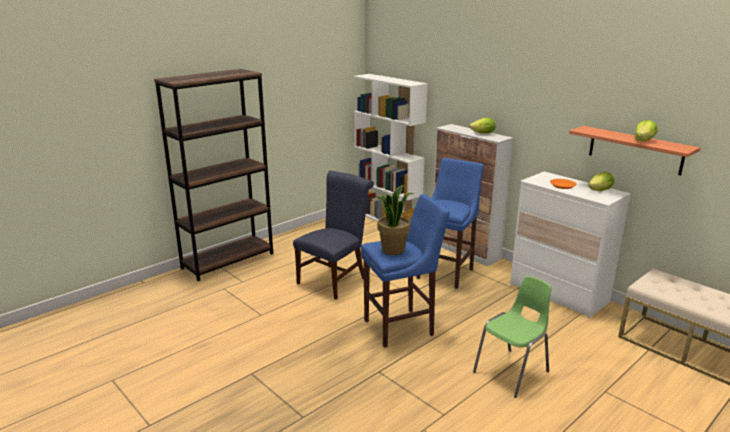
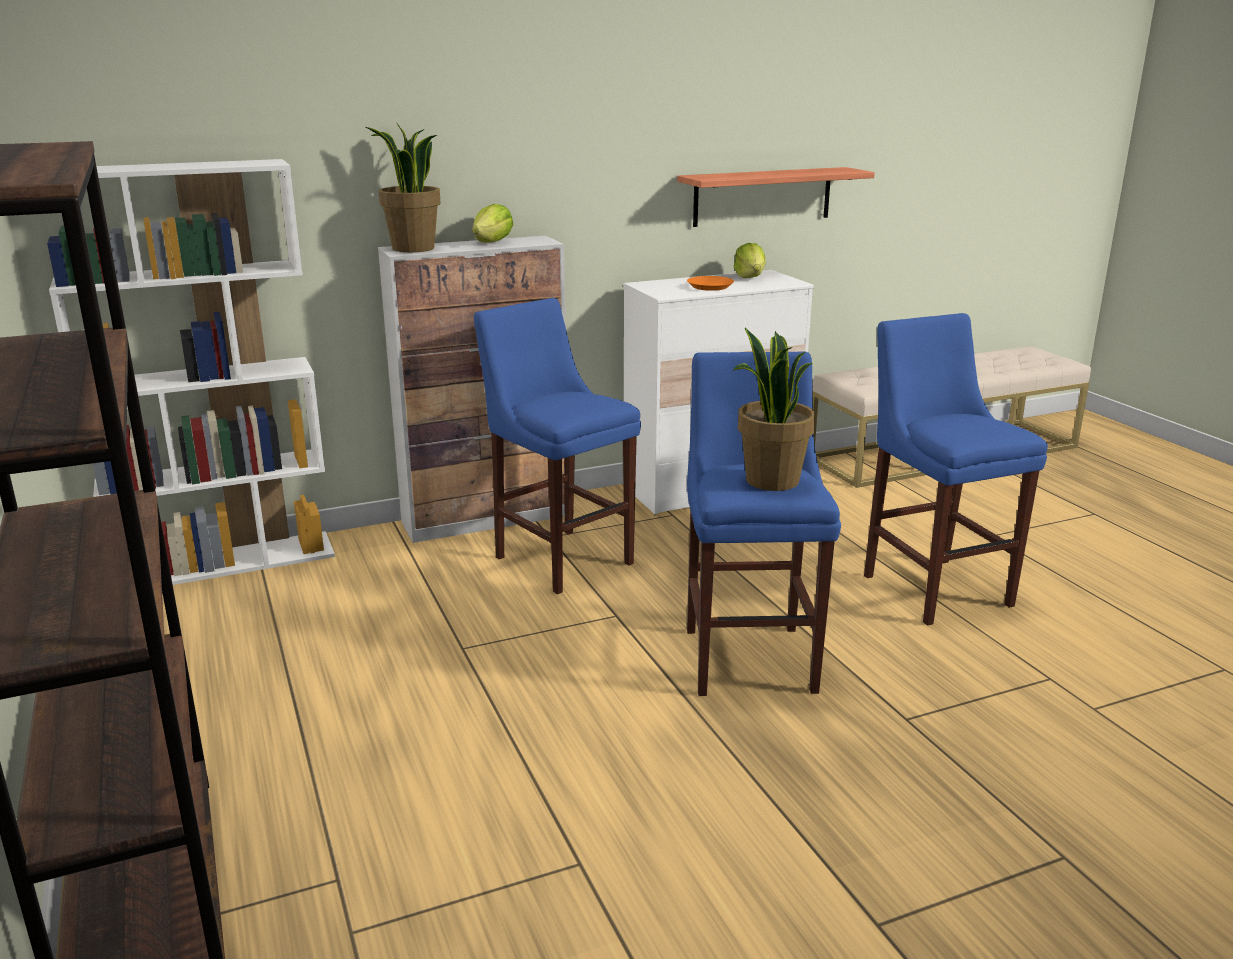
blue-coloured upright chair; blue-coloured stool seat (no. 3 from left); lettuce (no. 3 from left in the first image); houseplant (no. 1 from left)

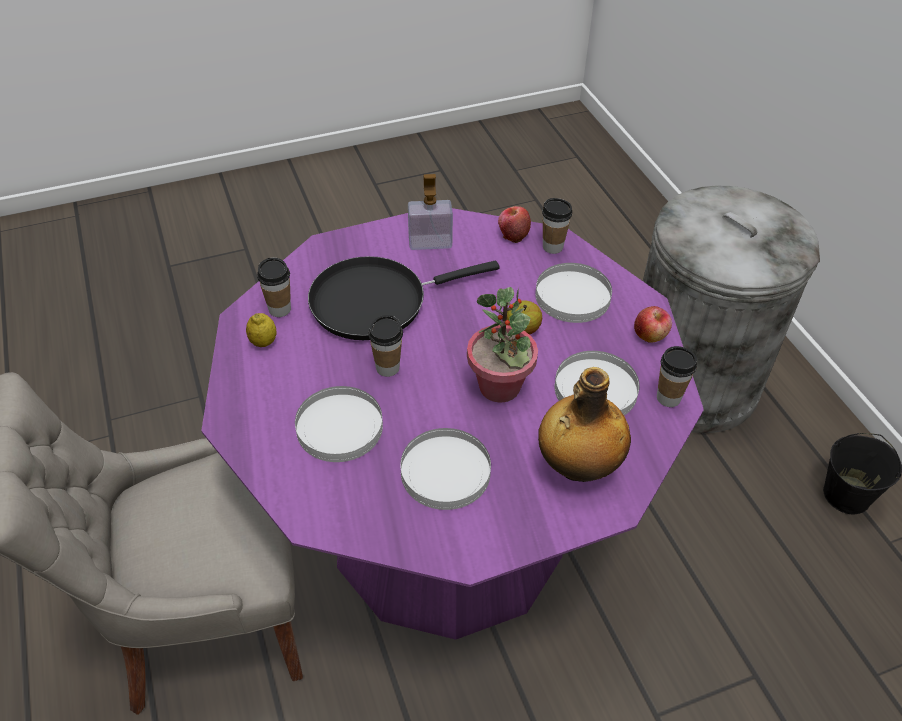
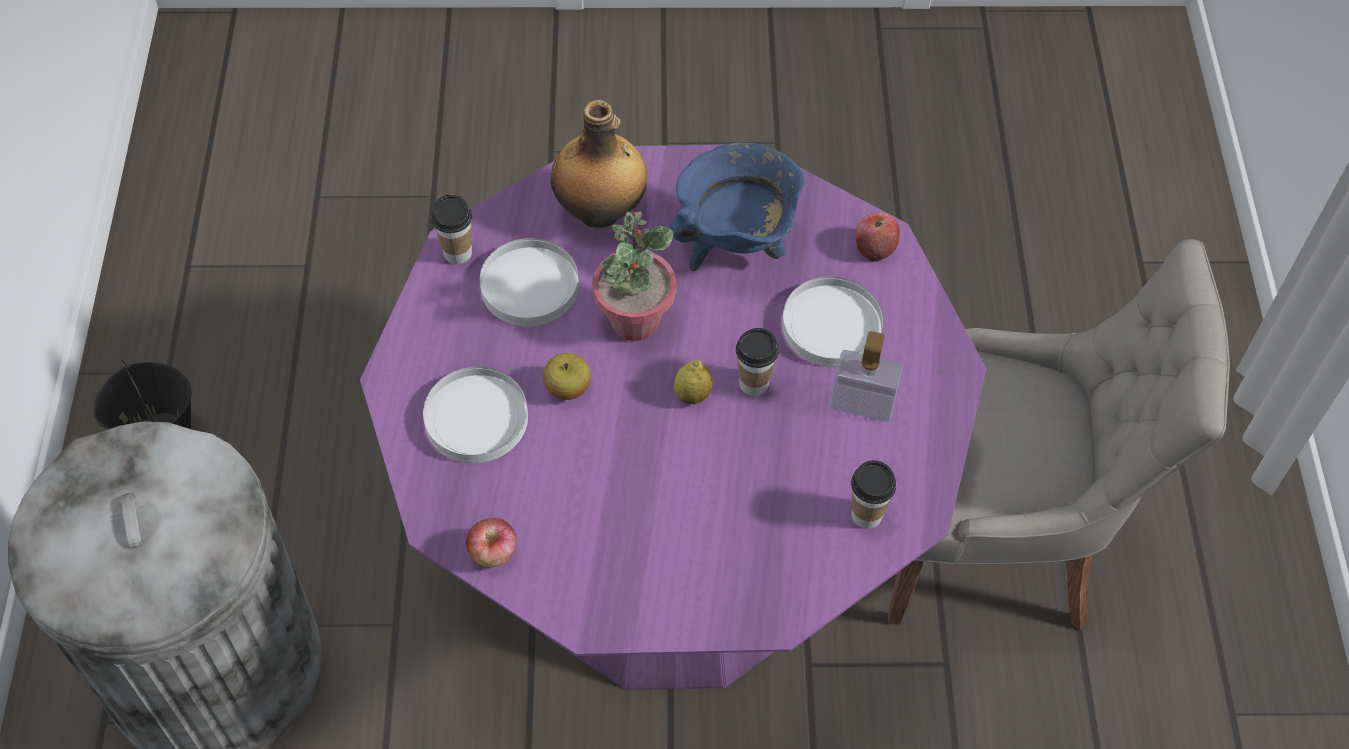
lemon; blackish frying pan; blue-coloured stockpot; liquid soap bottle; cup (no. 3 from left in the first image); whole apple (no. 3 from left)

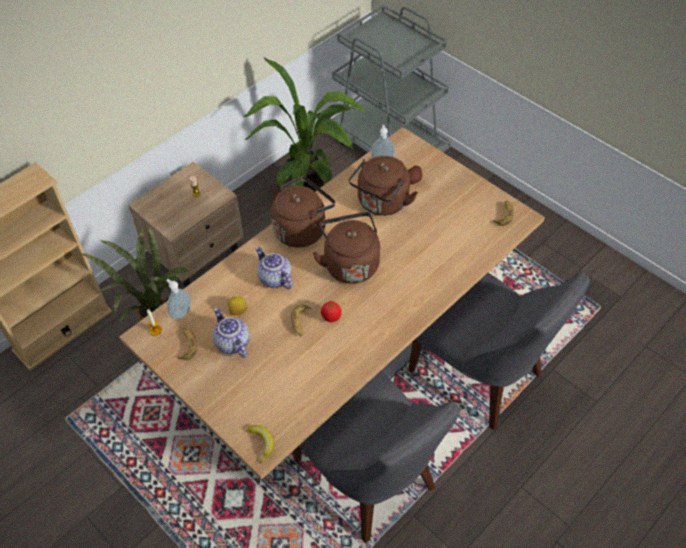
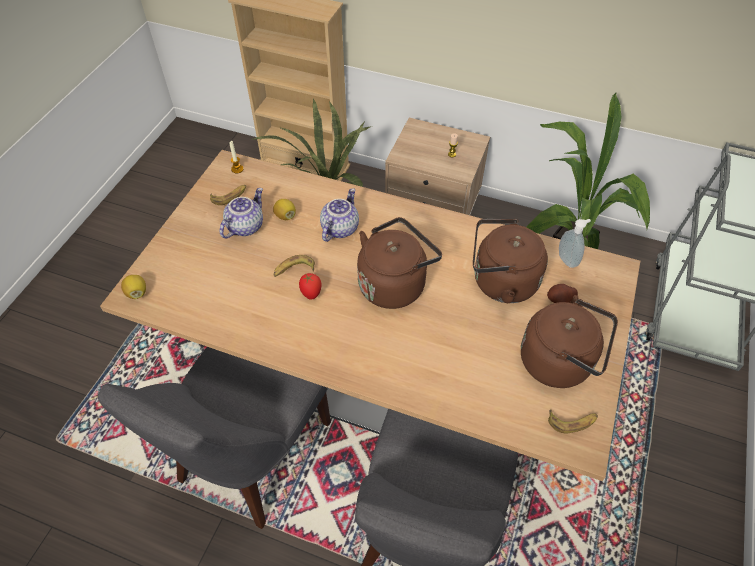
liquid soap bottle (no. 1 from left in the first image); lemon (no. 1 from left); brown kettle (no. 3 from left)

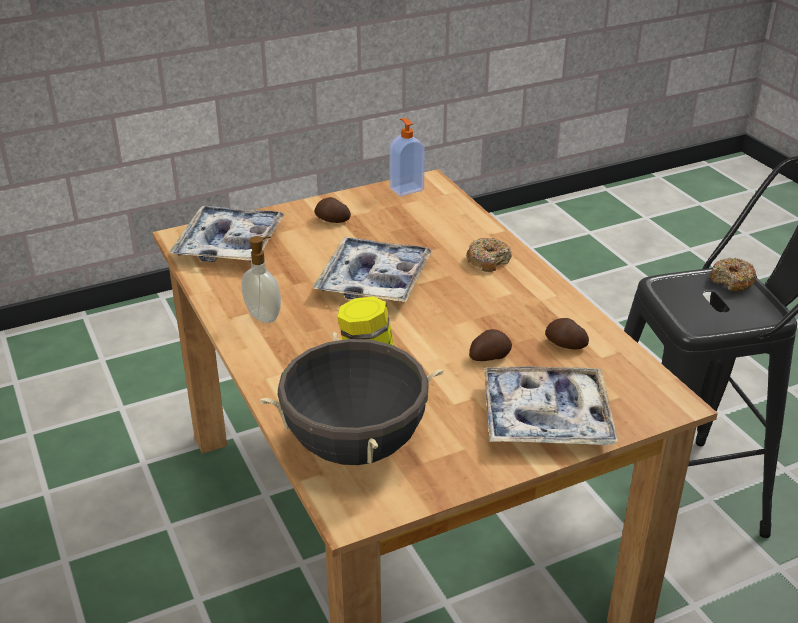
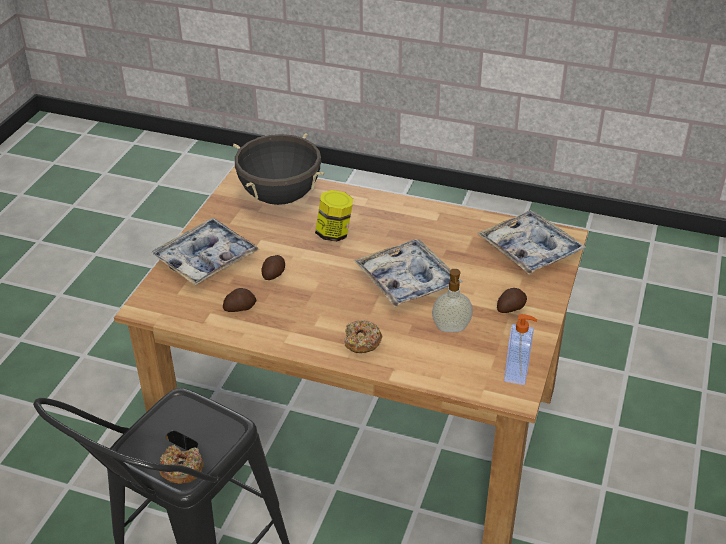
liquid soap bottle (no. 1 from left)

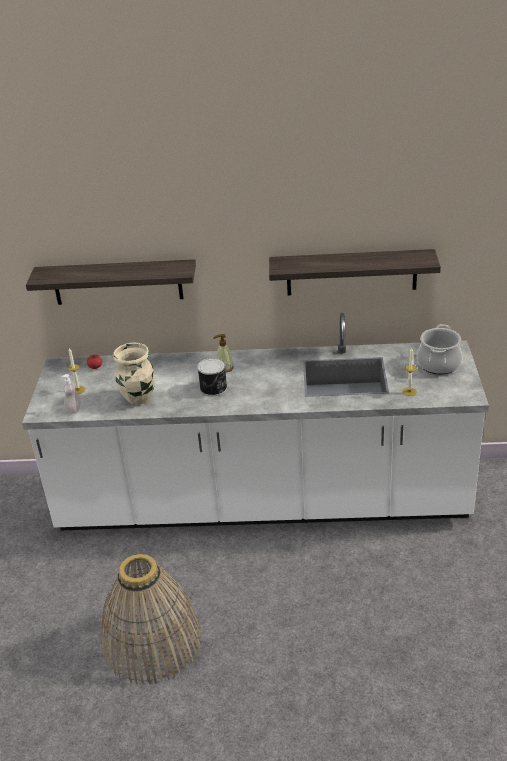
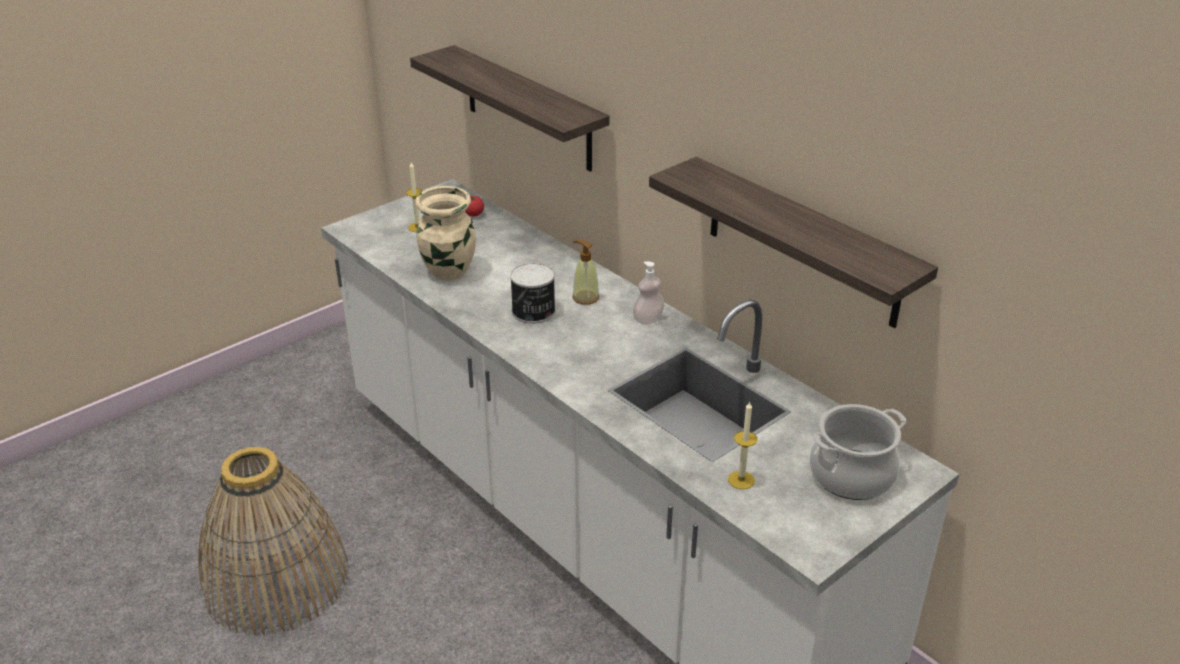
liquid soap bottle (no. 2 from left)

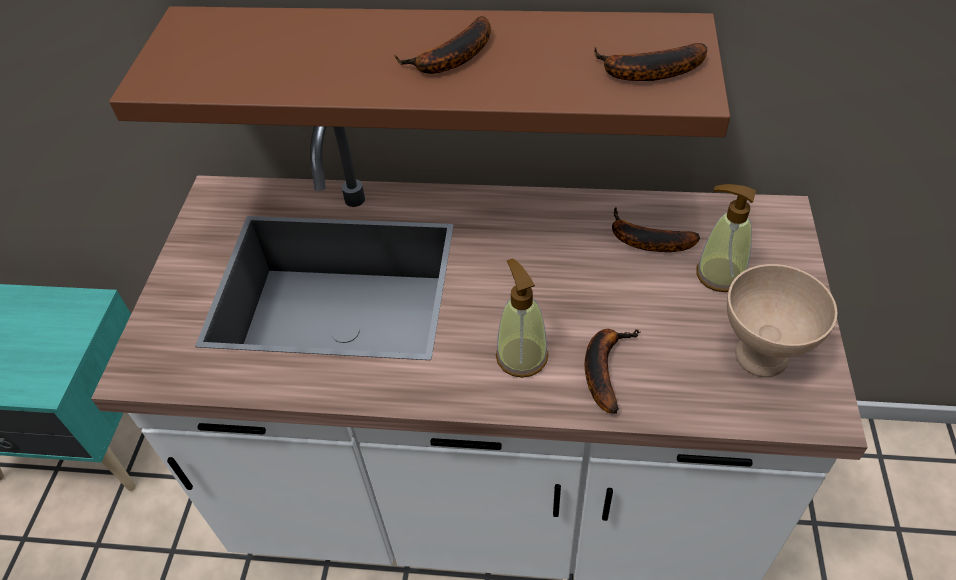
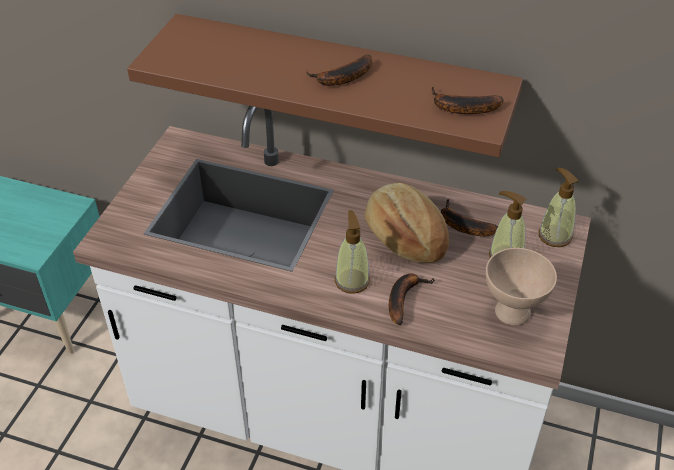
bread; liquid soap bottle (no. 3 from left)

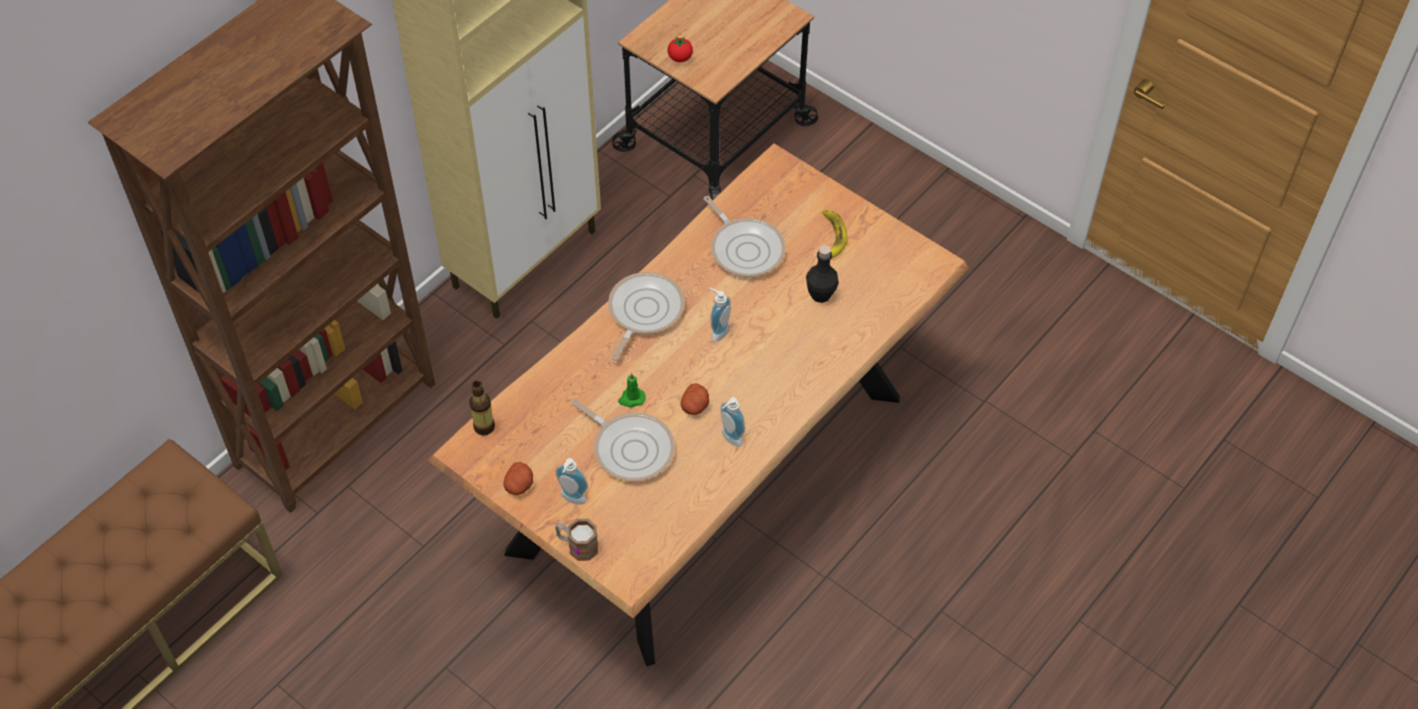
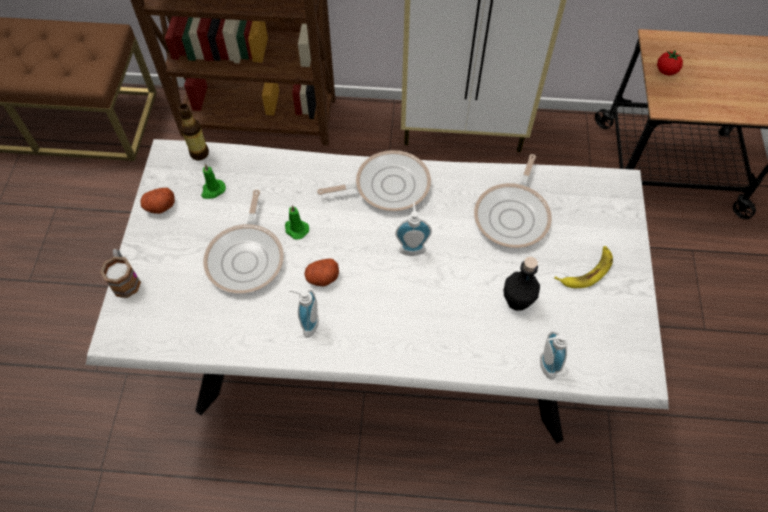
white-coloured dining table; liquid soap bottle (no. 3 from left); green-coloured wax light (no. 1 from left)

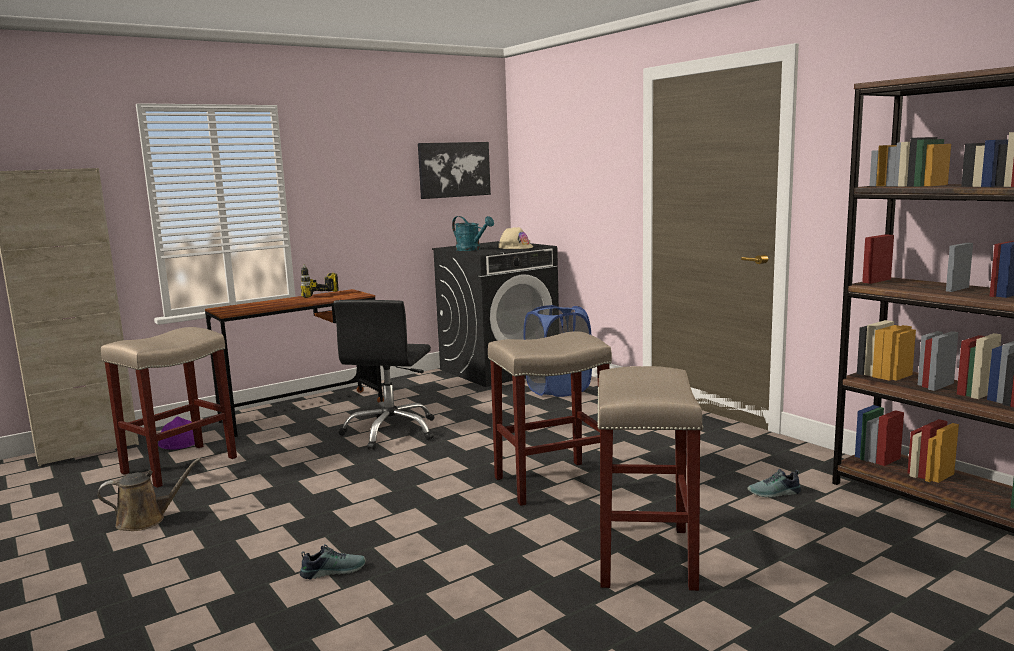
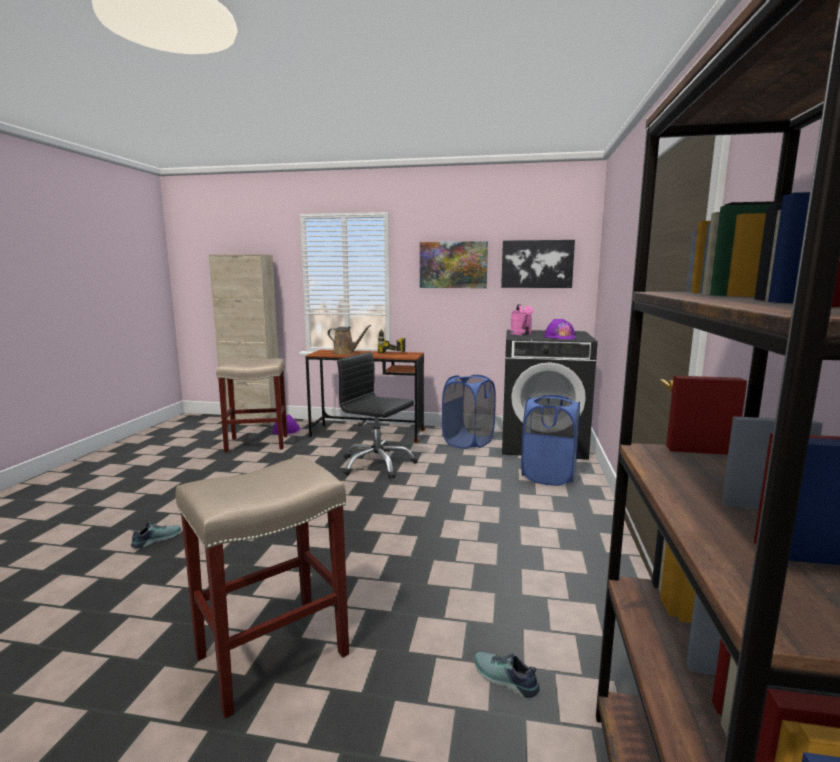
brown watering can; low shoe (no. 1 from left); blackish office chair; pink-coloured watering can; sand-coloured stool seat (no. 2 from left in the first image); purplish hard hat (no. 2 from left); wall picture (no. 1 from left); blue-coloured laundry basket (no. 1 from left)

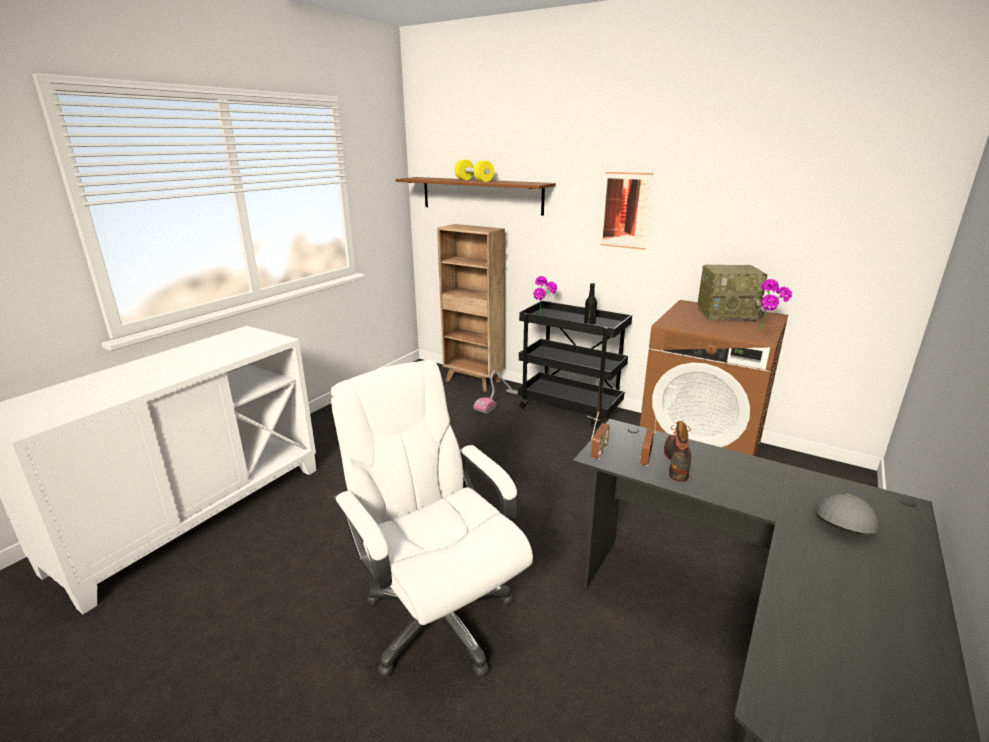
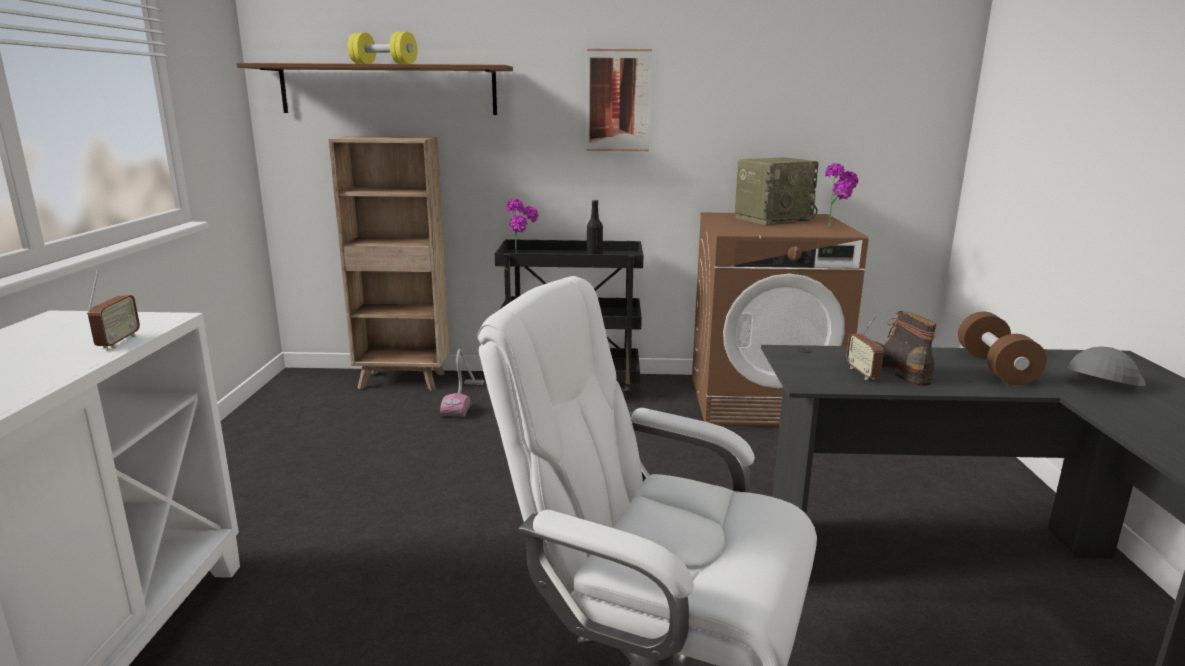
radio (no. 1 from left); grey baseball cap; brown free weight

